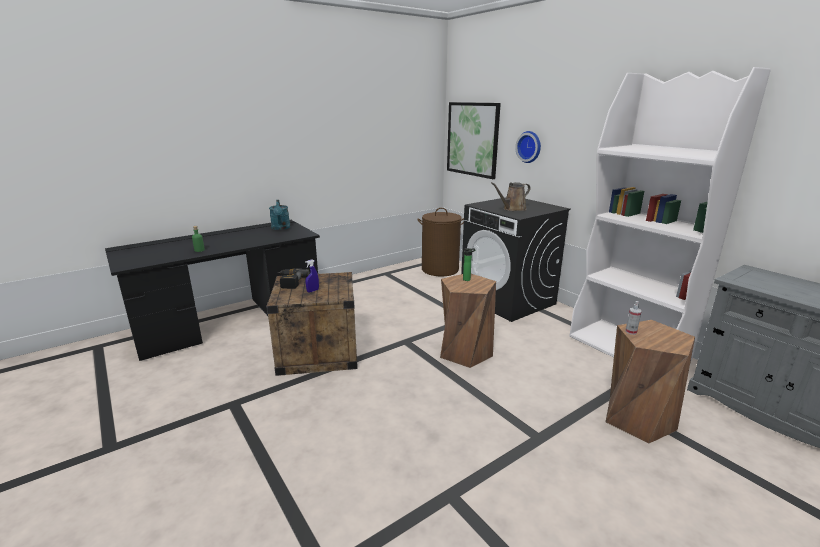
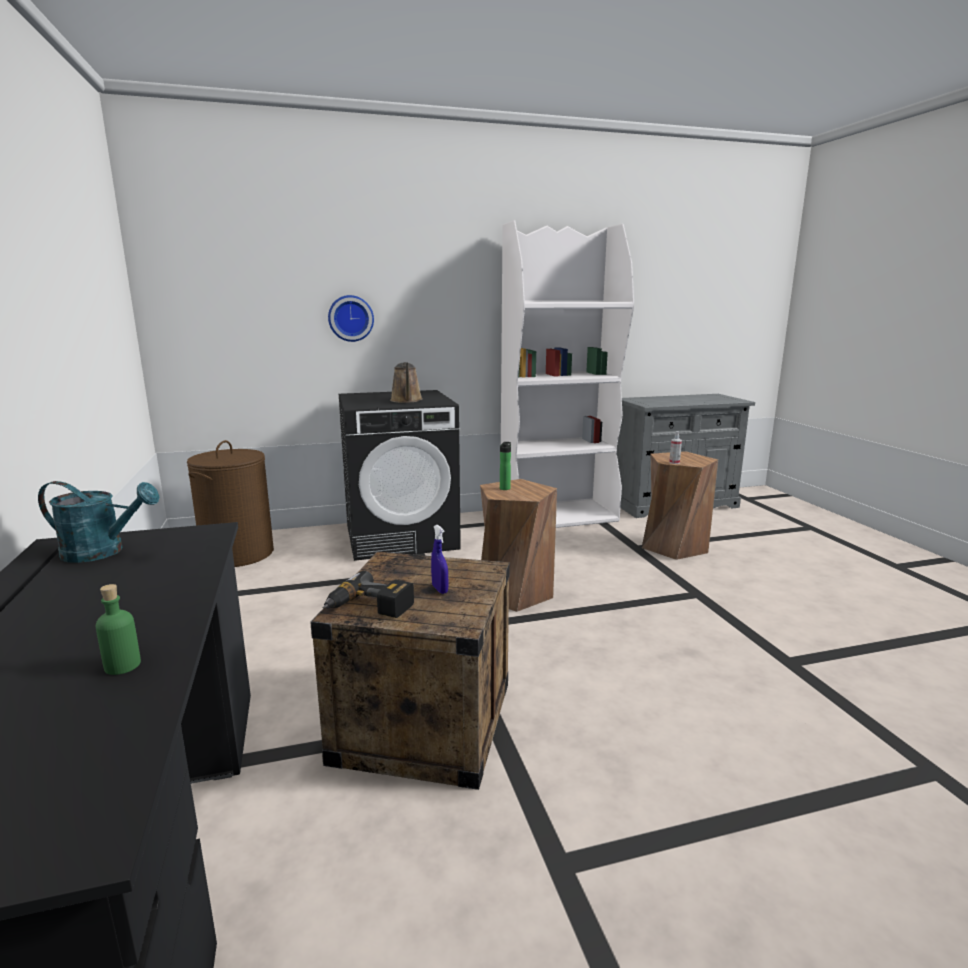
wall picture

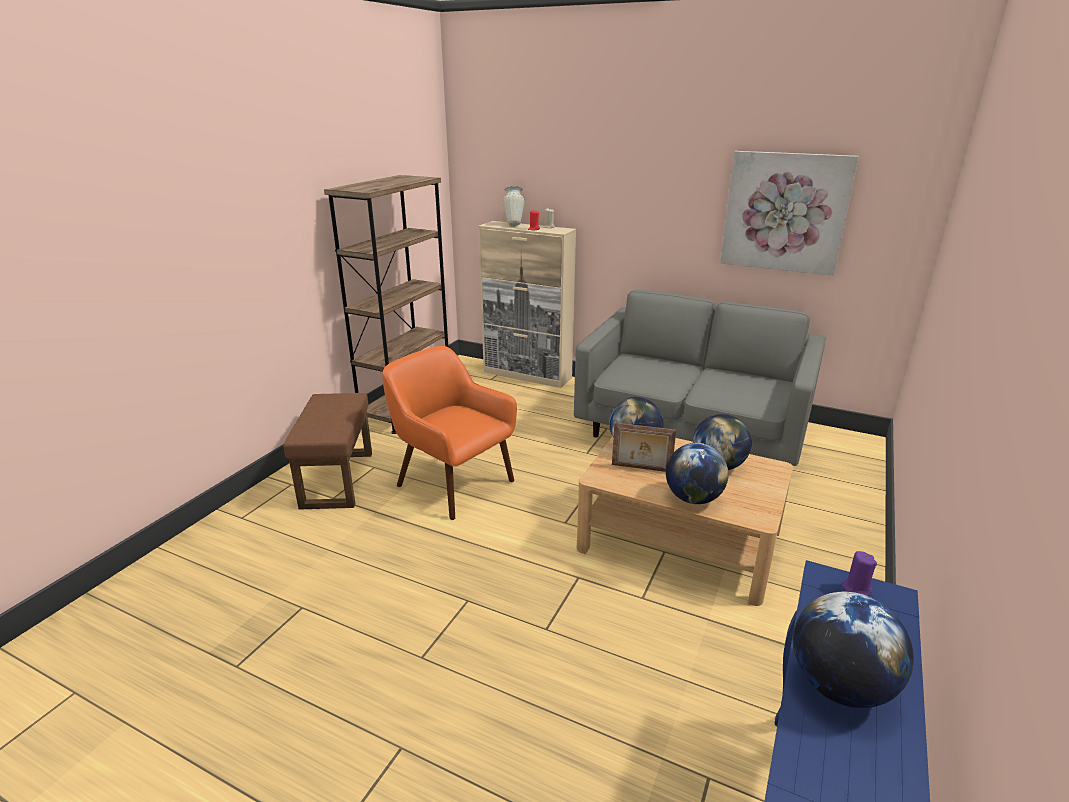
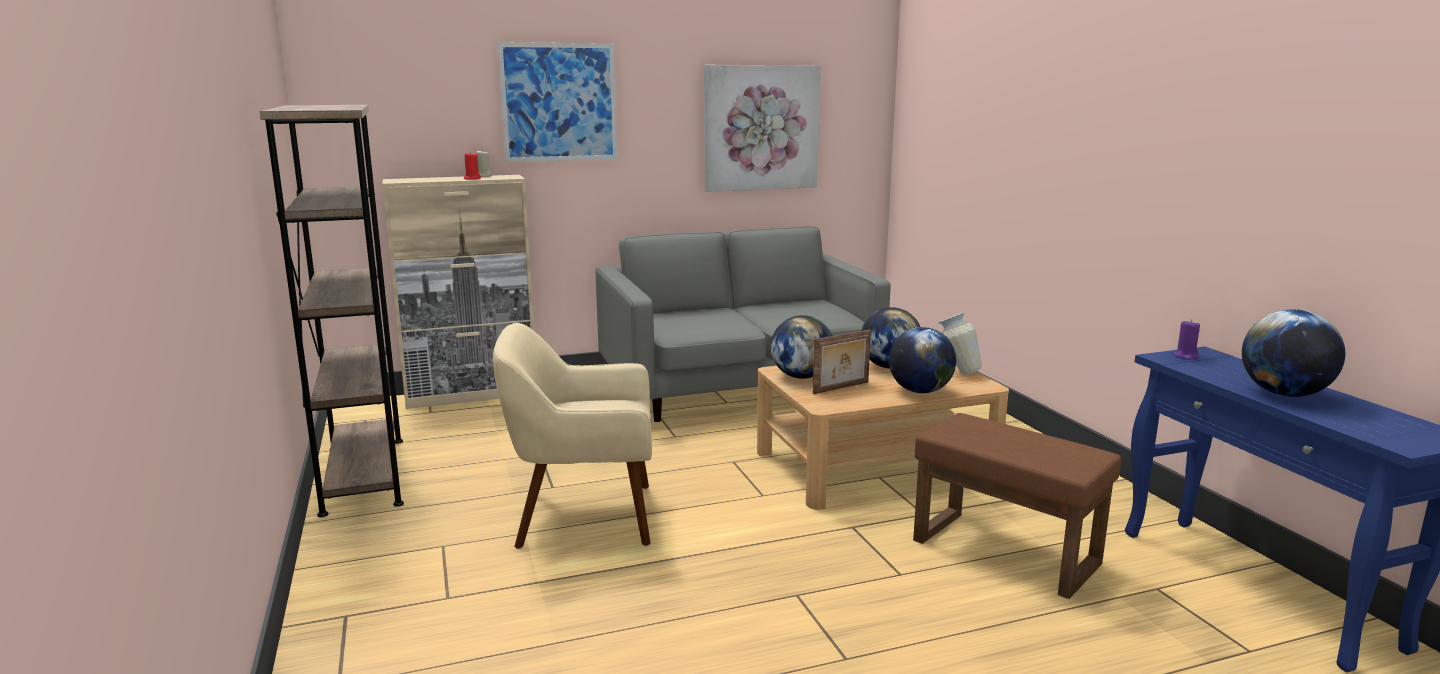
brown ottoman; sand-coloured lounge chair; flower vase; wall picture (no. 1 from left)

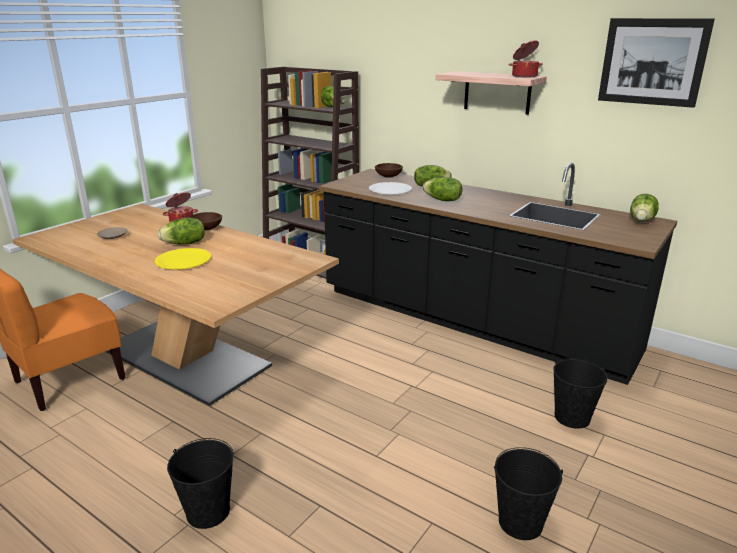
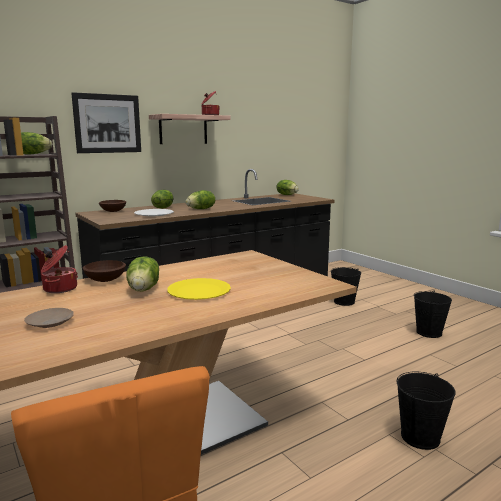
wall picture

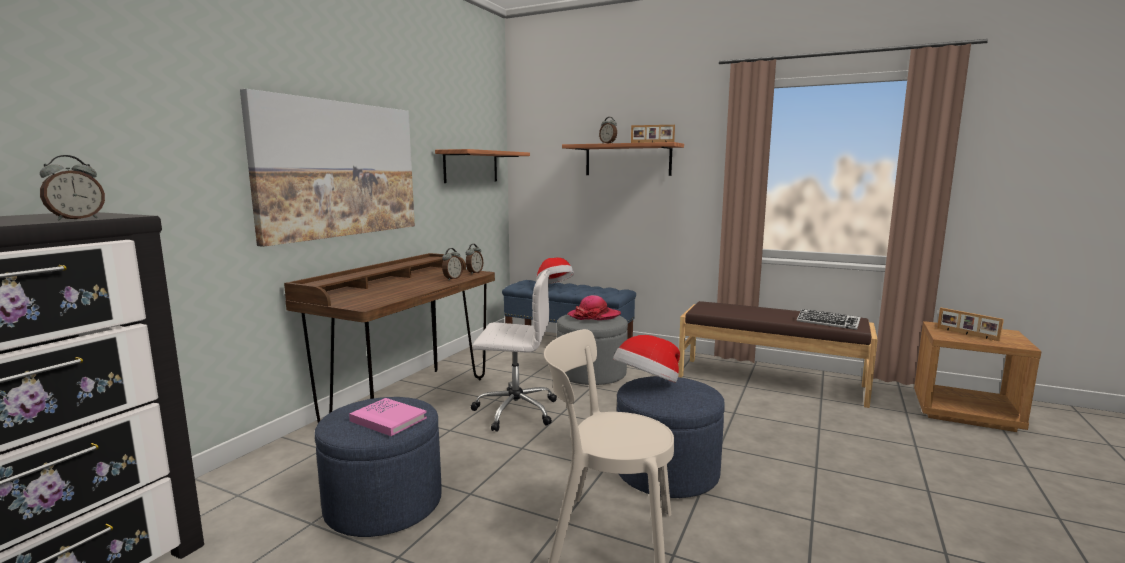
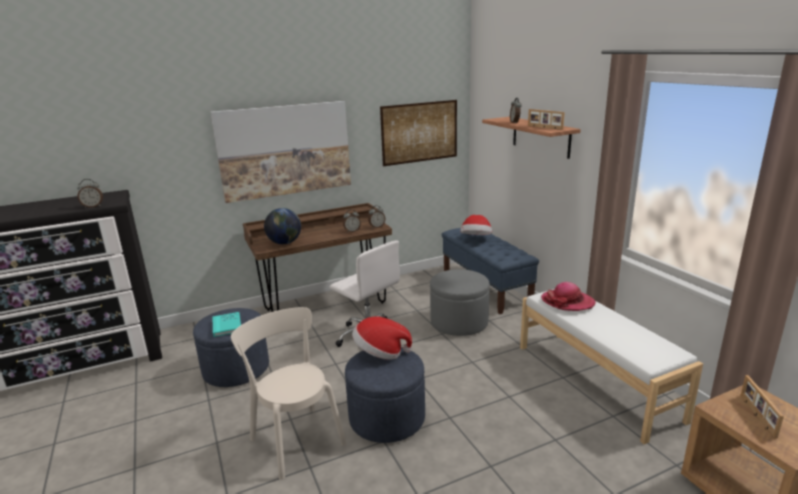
turquoise-coloured volume; wall picture (no. 2 from left); clothing hat (no. 3 from left); white-coloured bench; keyboard; world globe

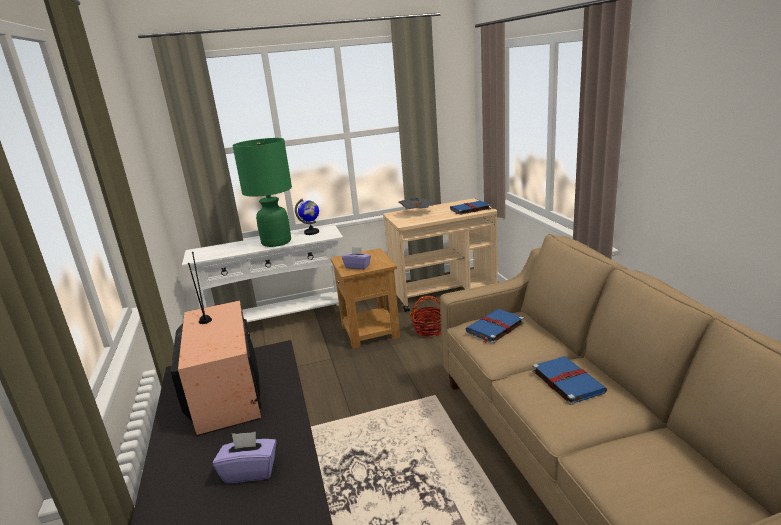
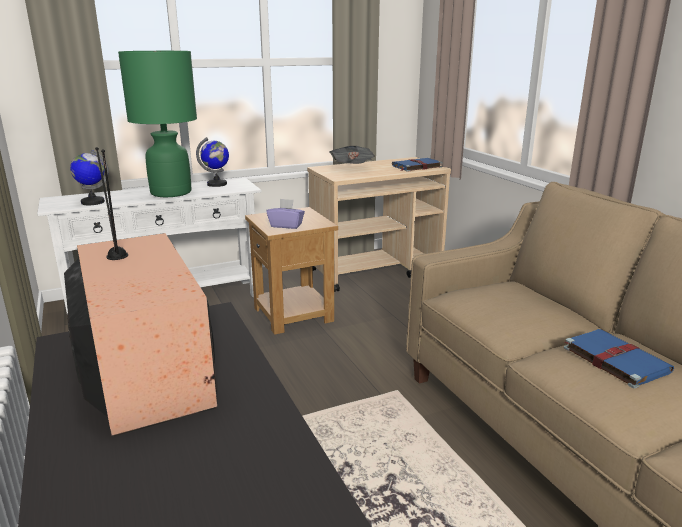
purplish tissue box (no. 1 from left in the first image); storage basket; blue-coloured volume (no. 2 from left in the first image); world globe (no. 1 from left)

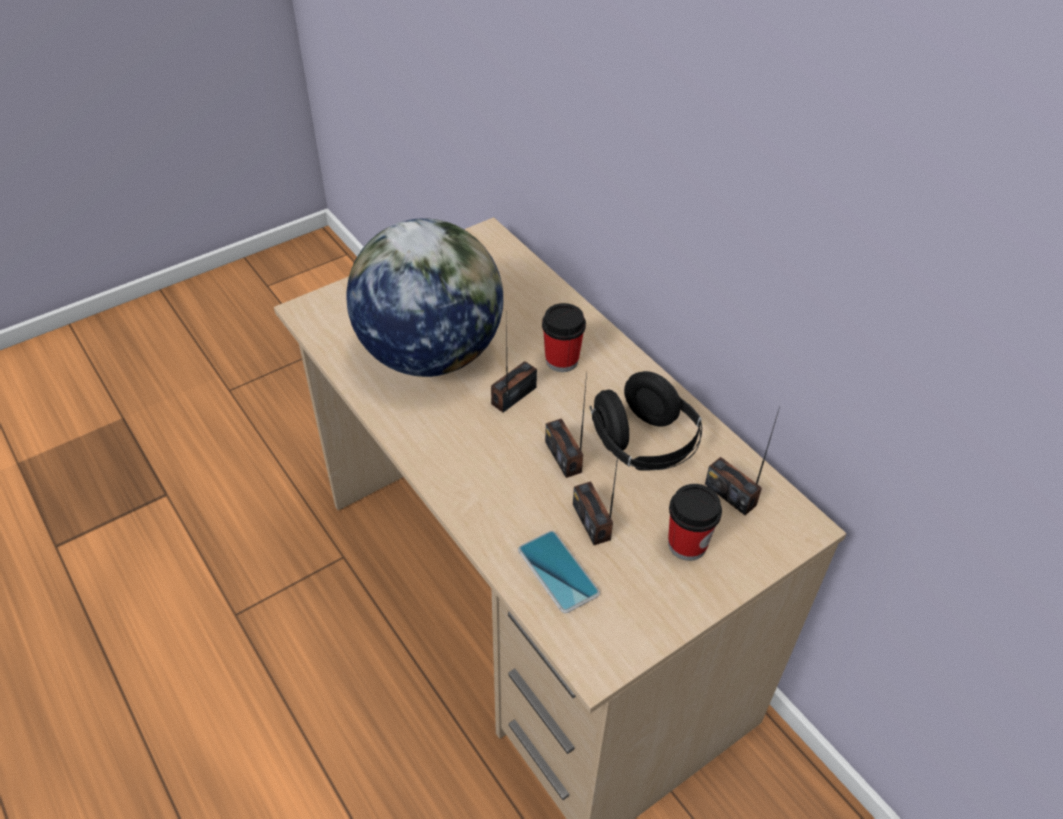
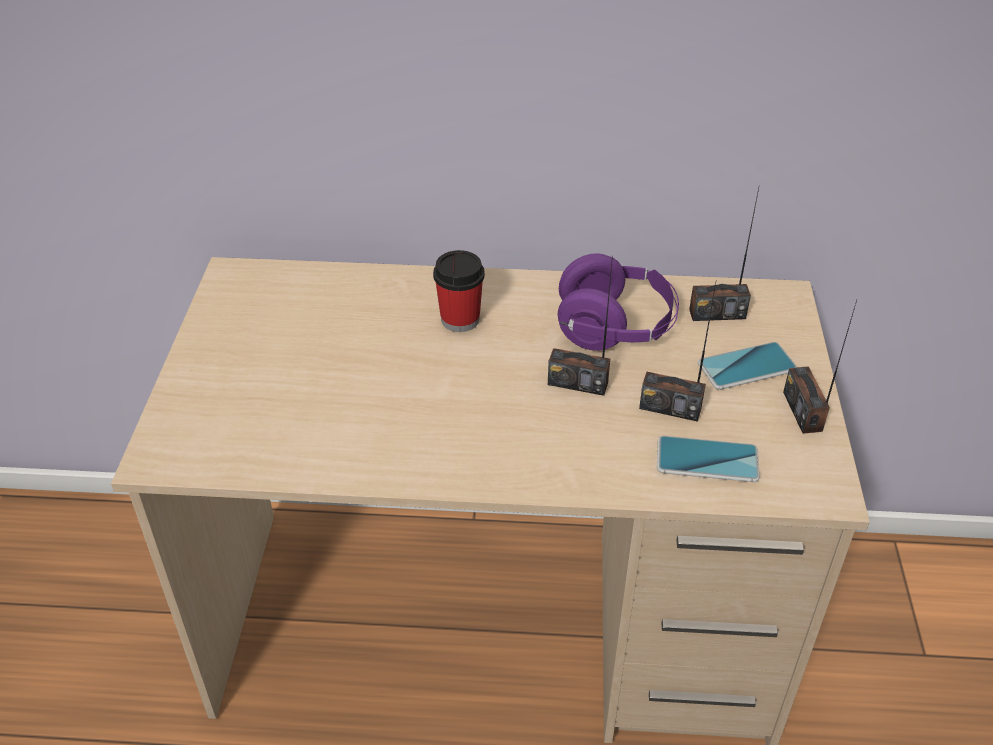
world globe; radio (no. 4 from left); purplish pair of headphones; handset (no. 2 from left)

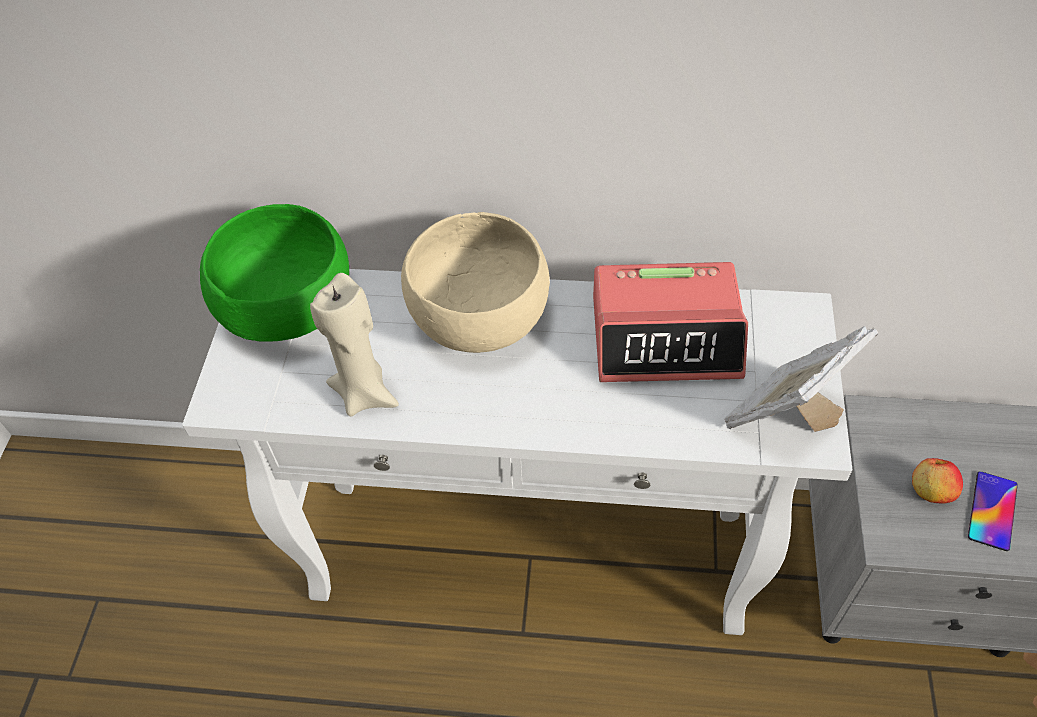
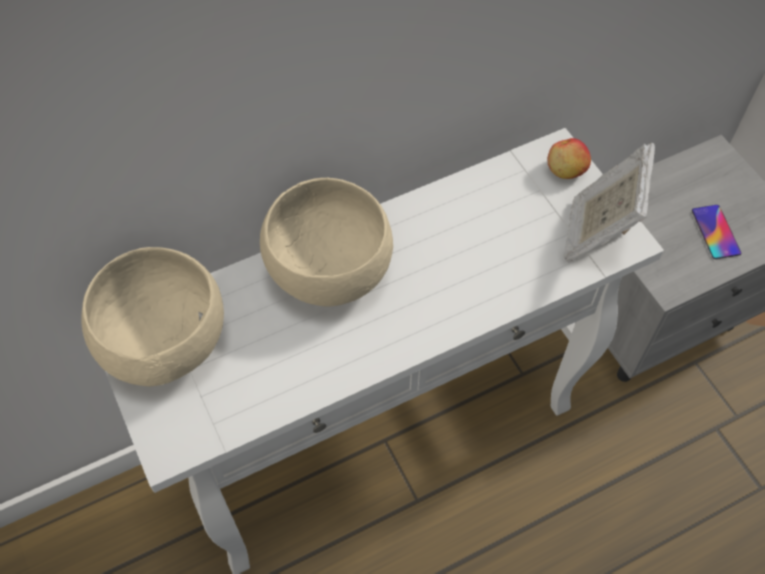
sand-coloured bowl (no. 1 from left); sand-coloured wax light; bedside clock; whole apple

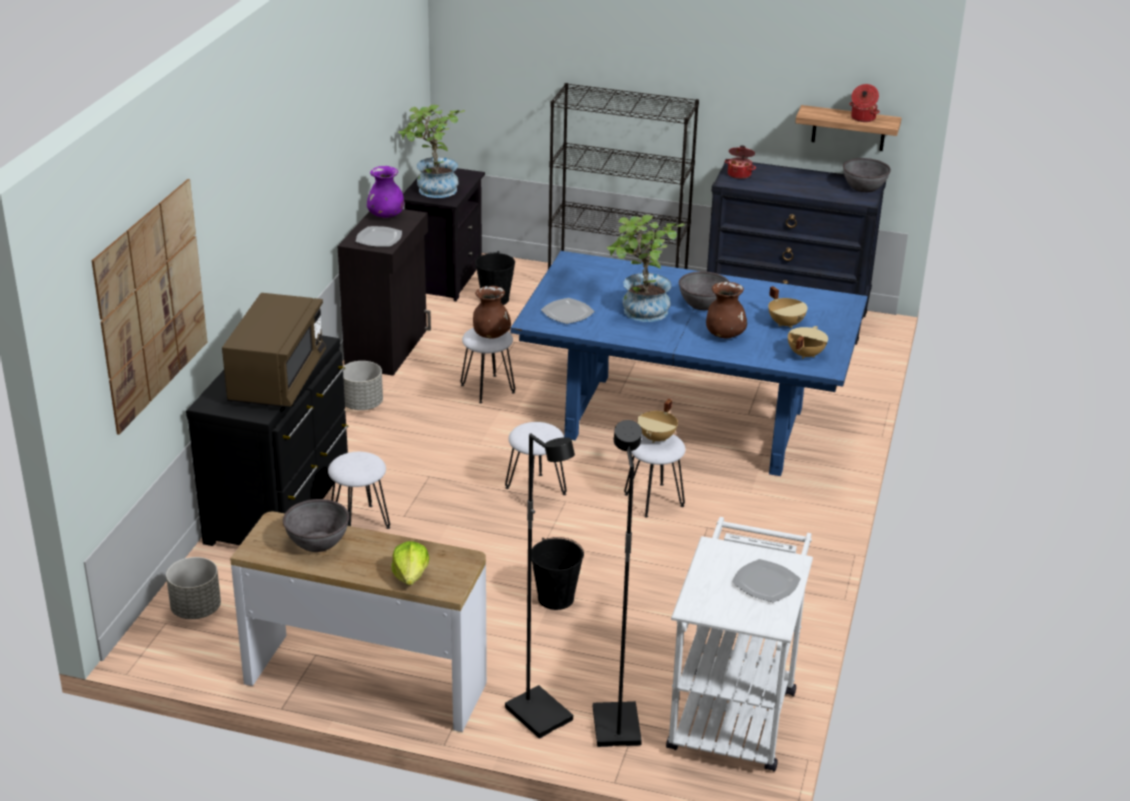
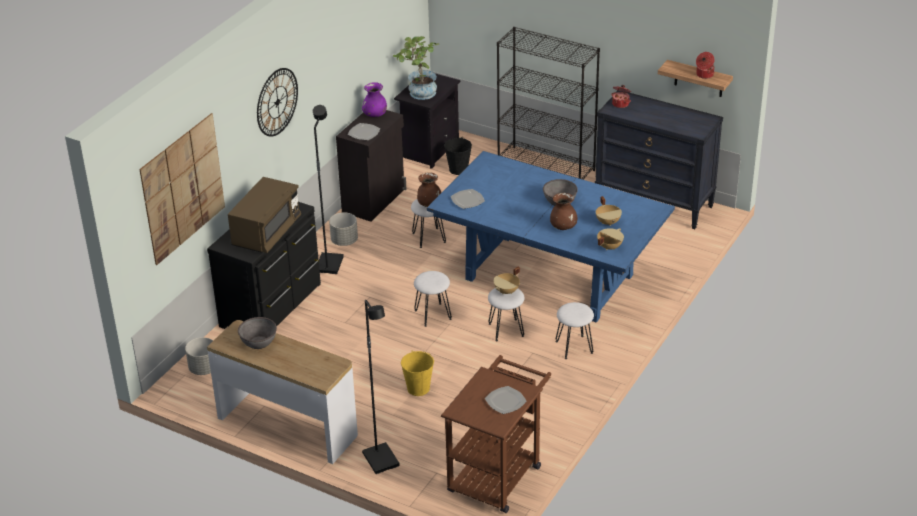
white-coloured stool seat (no. 4 from left); lettuce; yellow bucket; blackish floor lamp (no. 1 from left); houseplant (no. 2 from left in the first image); brown wheeled cart; grey bowl (no. 3 from left in the first image); clock on the wall

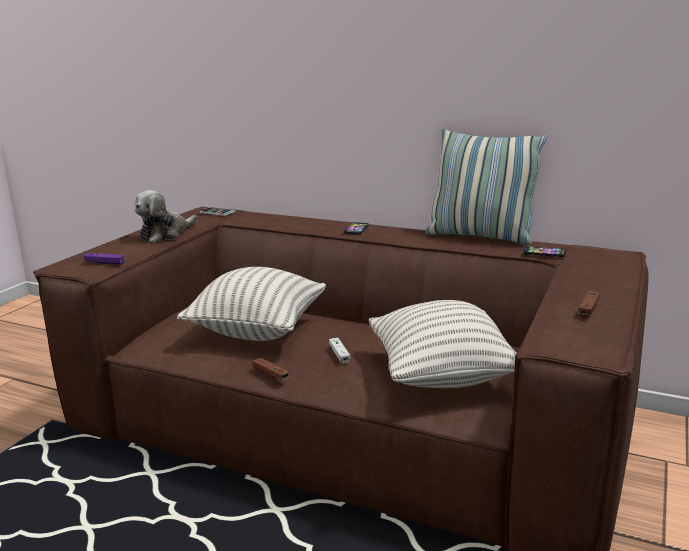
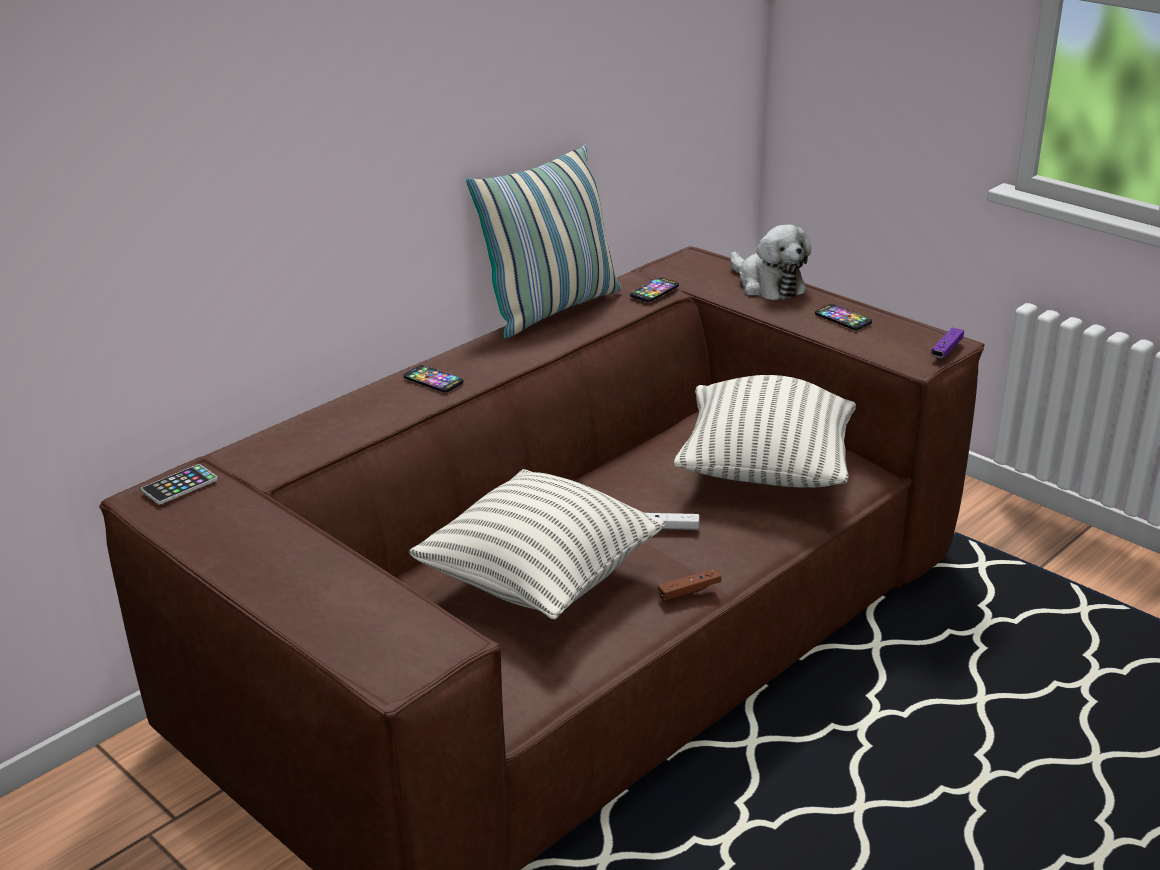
purplish game controller; cuddly toy; handset (no. 4 from left)

